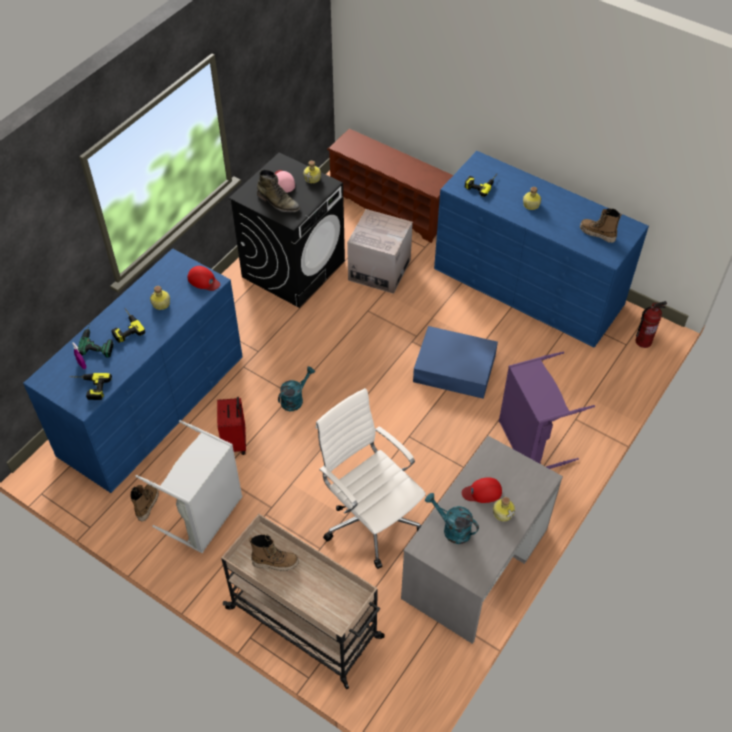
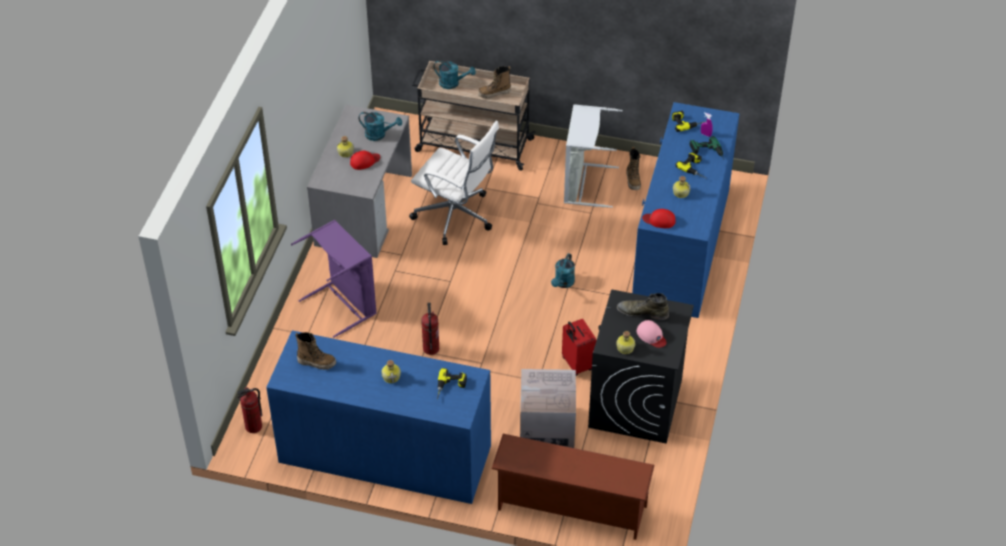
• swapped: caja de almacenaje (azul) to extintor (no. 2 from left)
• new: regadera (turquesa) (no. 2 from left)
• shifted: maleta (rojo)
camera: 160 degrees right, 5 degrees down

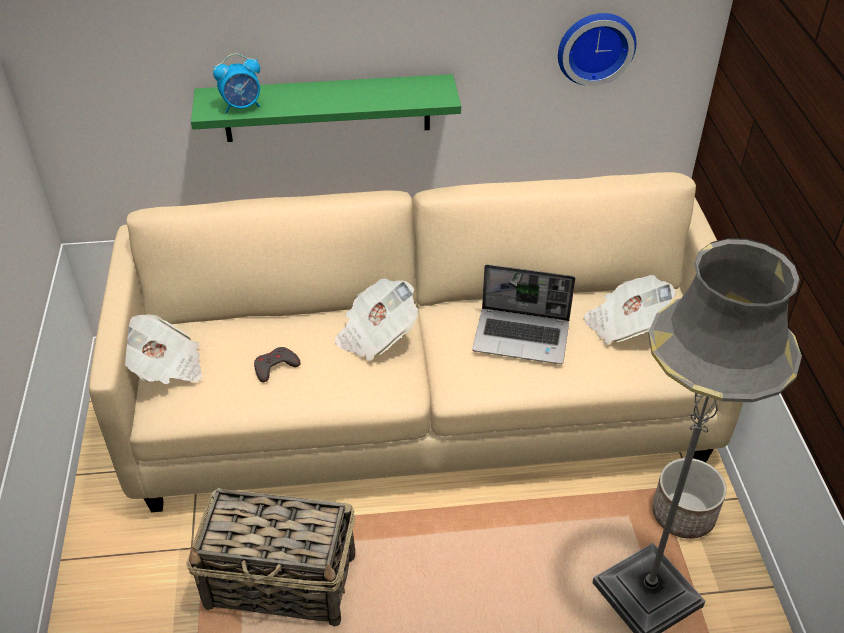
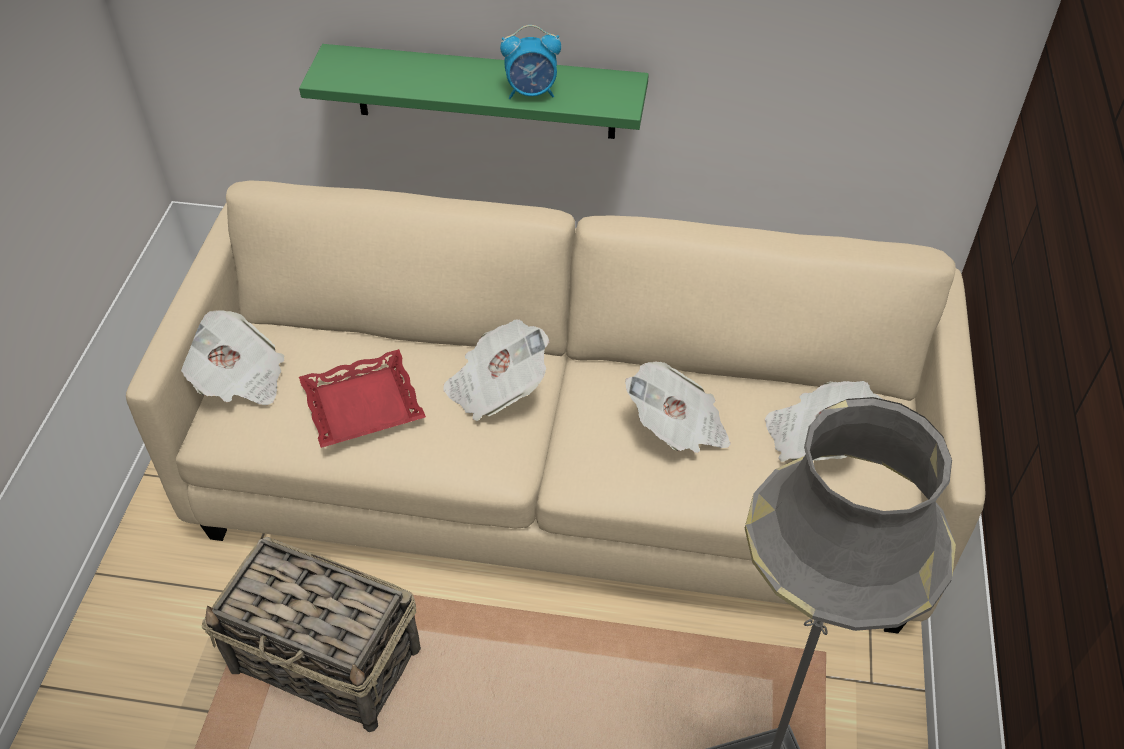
• swapped: mando de consola (gris) to bandeja (rojo)
• shifted: despertador
• swapped: portátil to periódico (no. 3 from left)
• gone: reloj de pared
• gone: maceta
camera: 15 degrees right, 5 degrees up

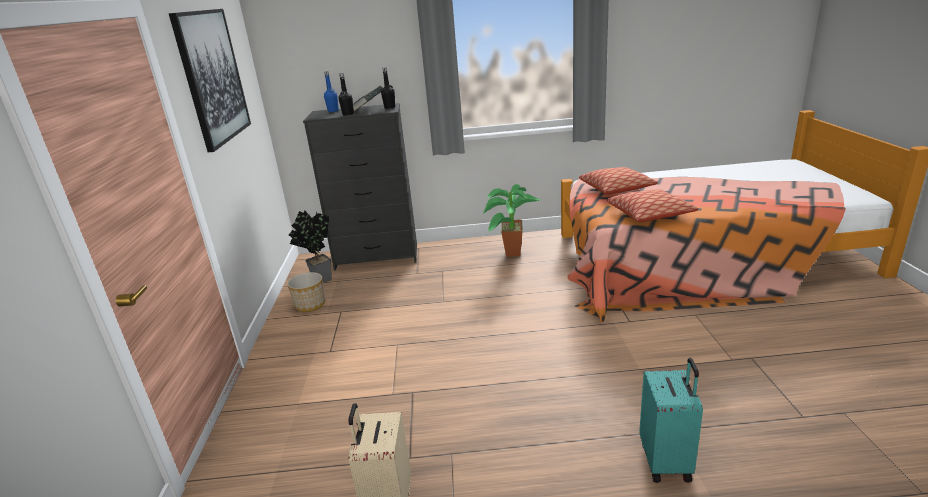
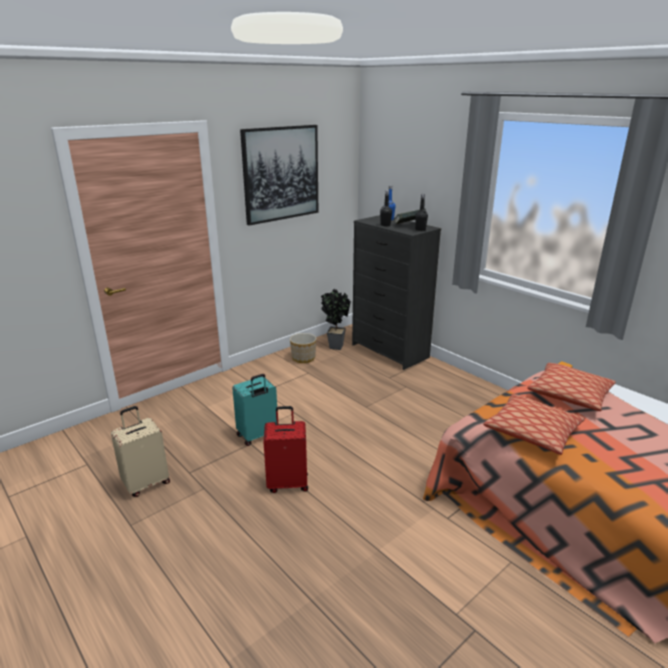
• shifted: maleta (turquesa)
• new: maleta (rojo)
• gone: planta en maceta (no. 2 from left)
camera: 50 degrees right, 0 degrees up

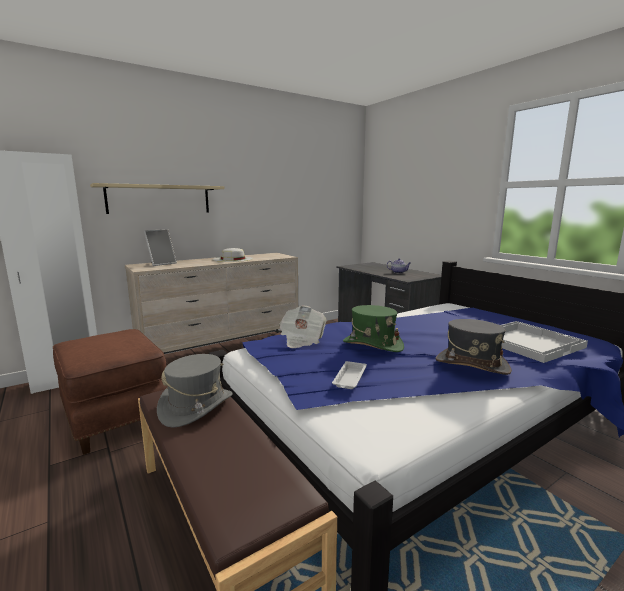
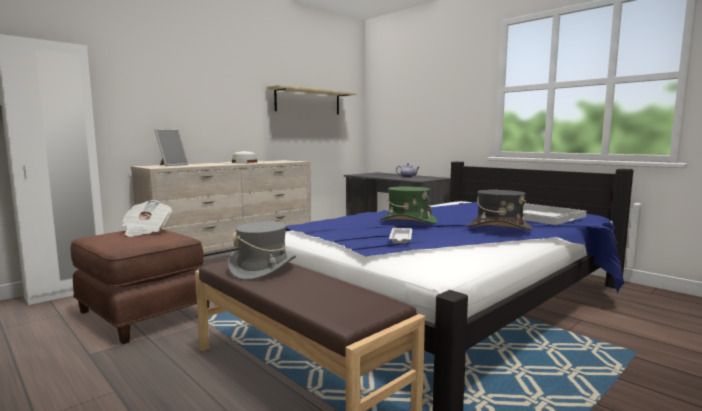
• shifted: periódico
• shifted: estante (beis)
camera: 10 degrees left, 5 degrees down

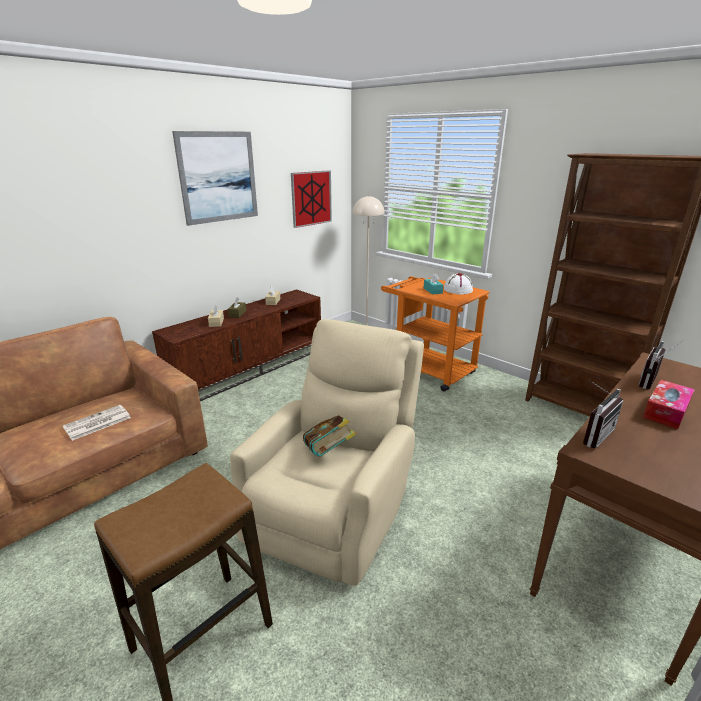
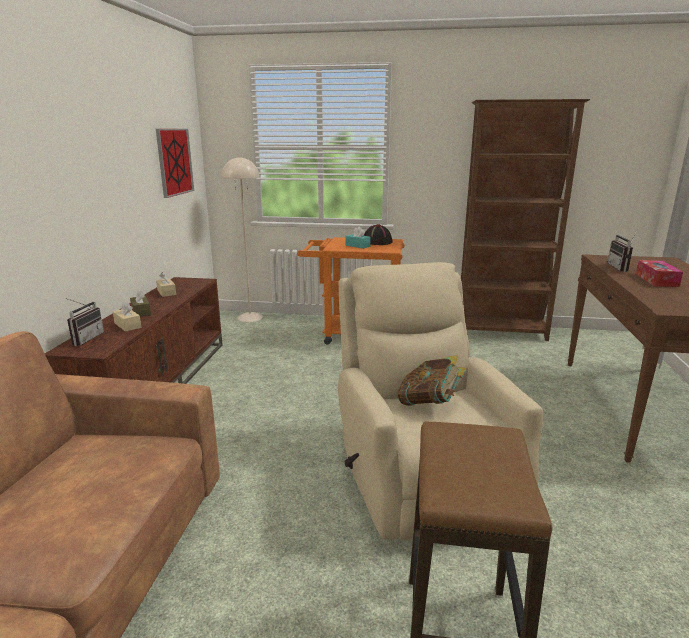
• shifted: radio (no. 1 from left)
• repainted: sombrero (blanco) to sombrero (negro)
• gone: periódico
• gone: cuadro (no. 1 from left)
camera: 35 degrees left, 5 degrees down

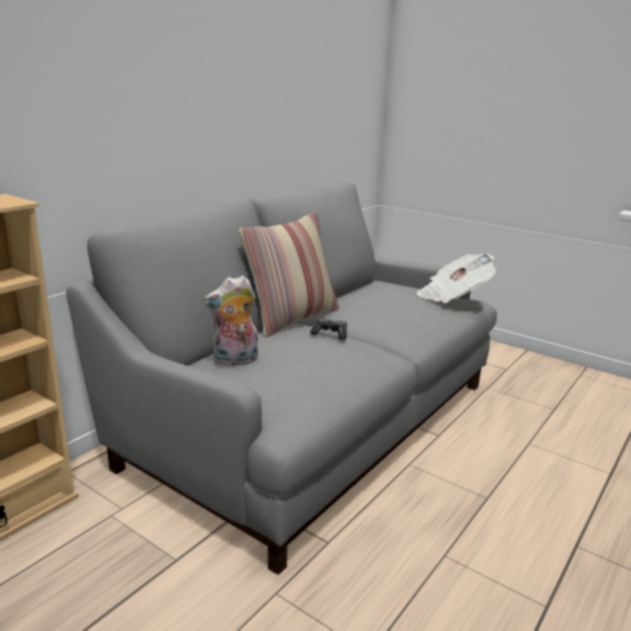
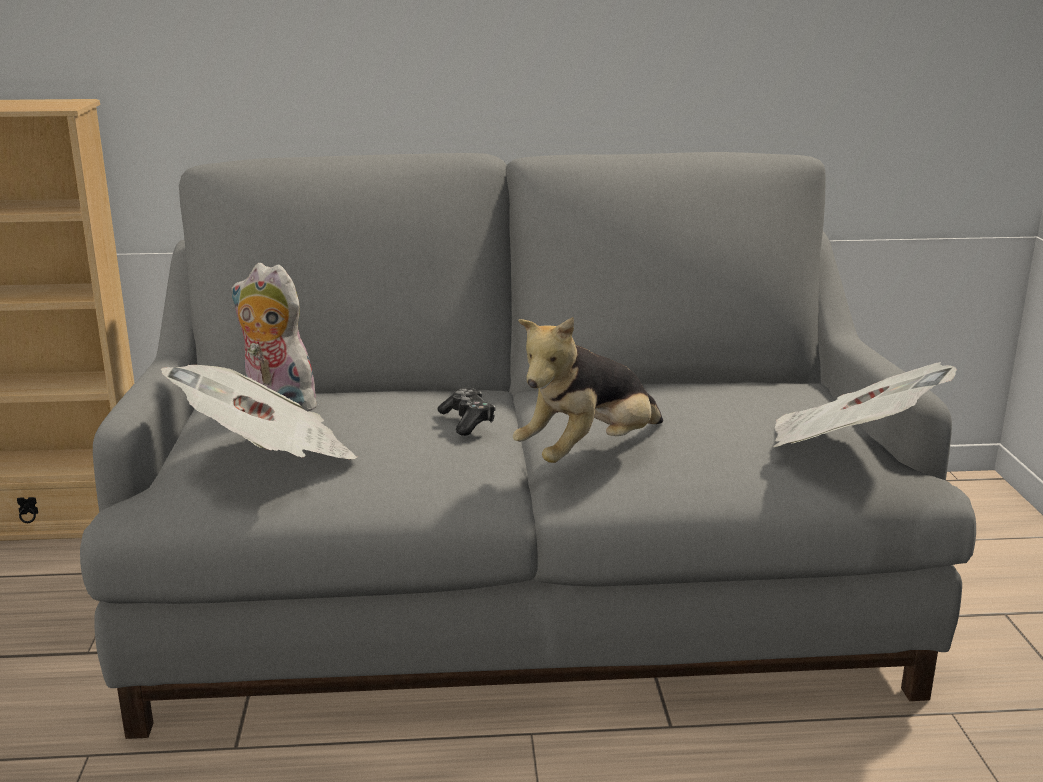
• new: periódico (no. 1 from left)
• new: peluche (no. 2 from left)
• gone: cojín
camera: 50 degrees right, 0 degrees up

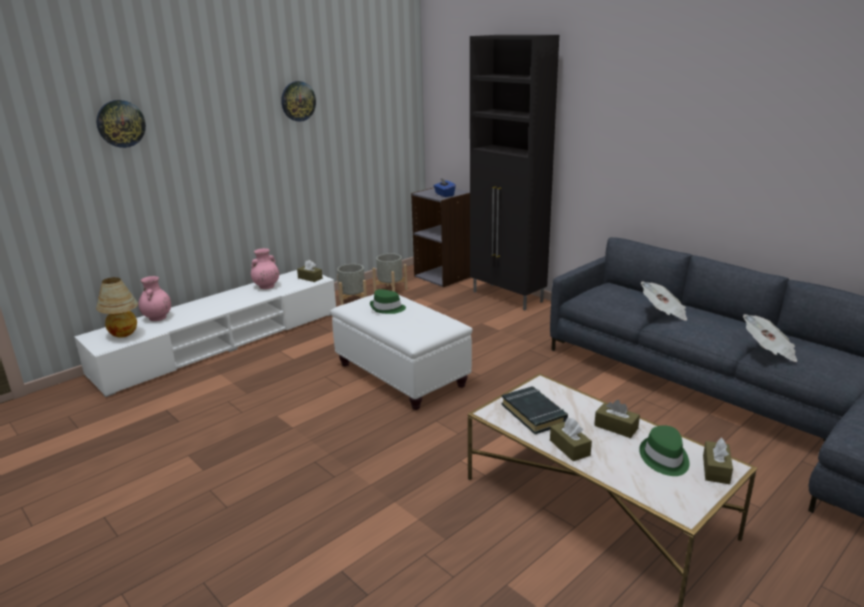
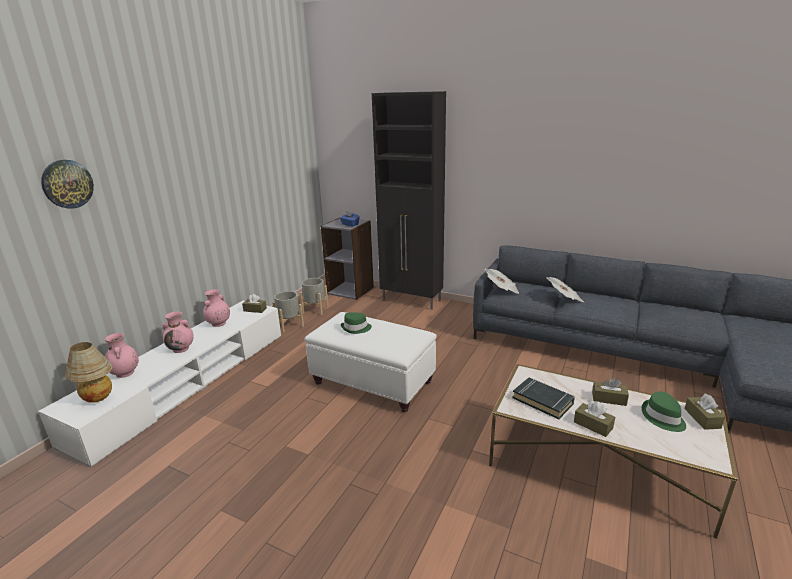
• new: florero (rosa) (no. 2 from left)
• shifted: periódico (no. 2 from left in the first image) to periódico (no. 1 from left)
• gone: reloj de pared (no. 2 from left)
camera: 20 degrees left, 0 degrees up

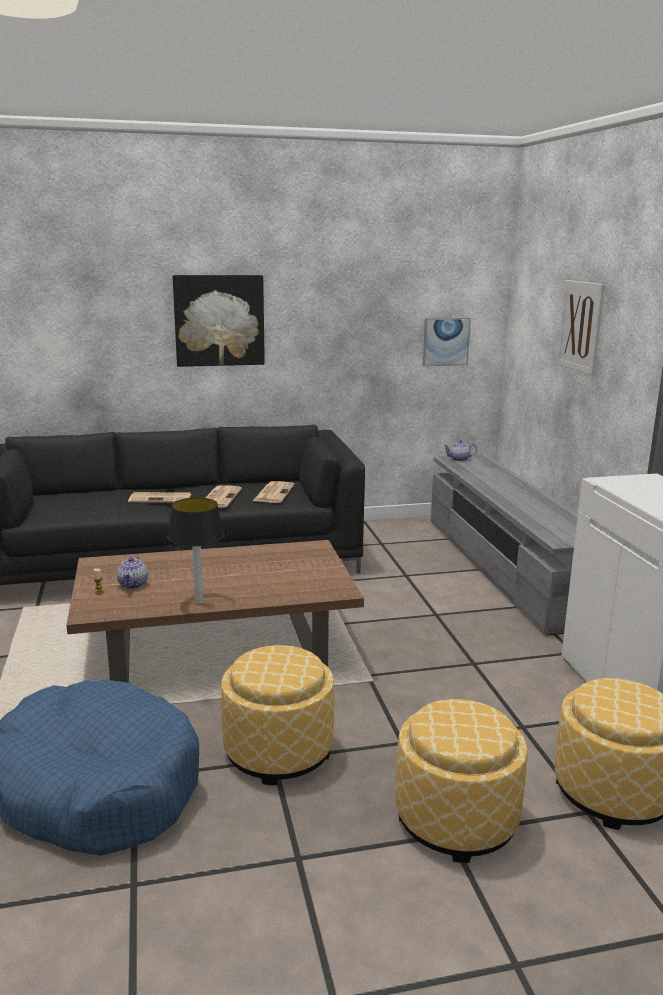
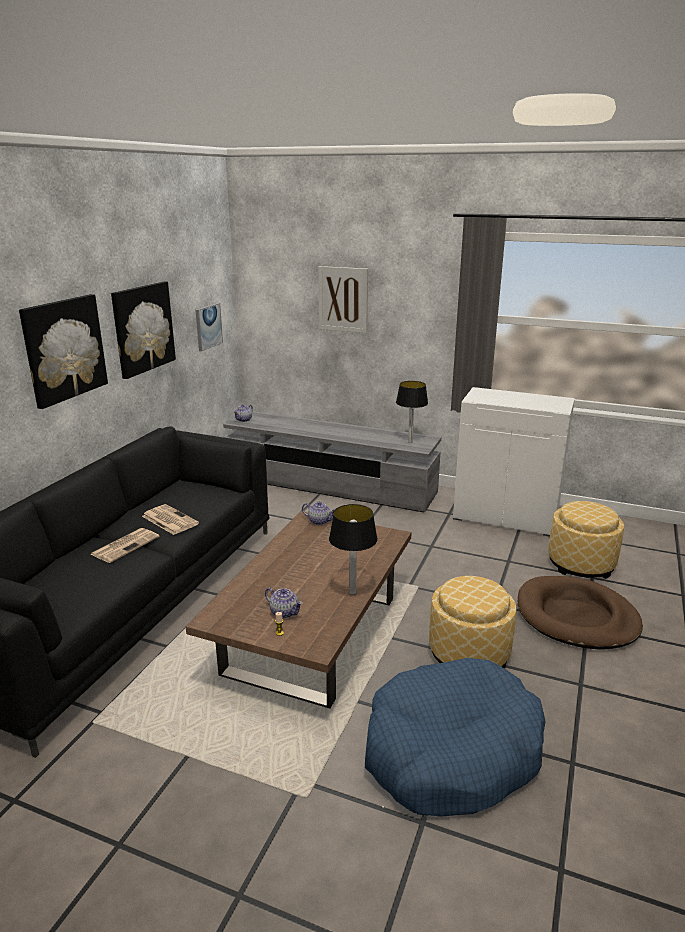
• new: cuadro (no. 2 from left)
• new: tetera (no. 3 from left)
• new: lámpara de mesa (no. 2 from left)
• swapped: puf (no. 2 from left) to cama para perro (marrón)
• gone: periódico (no. 3 from left)
camera: 55 degrees left, 5 degrees up

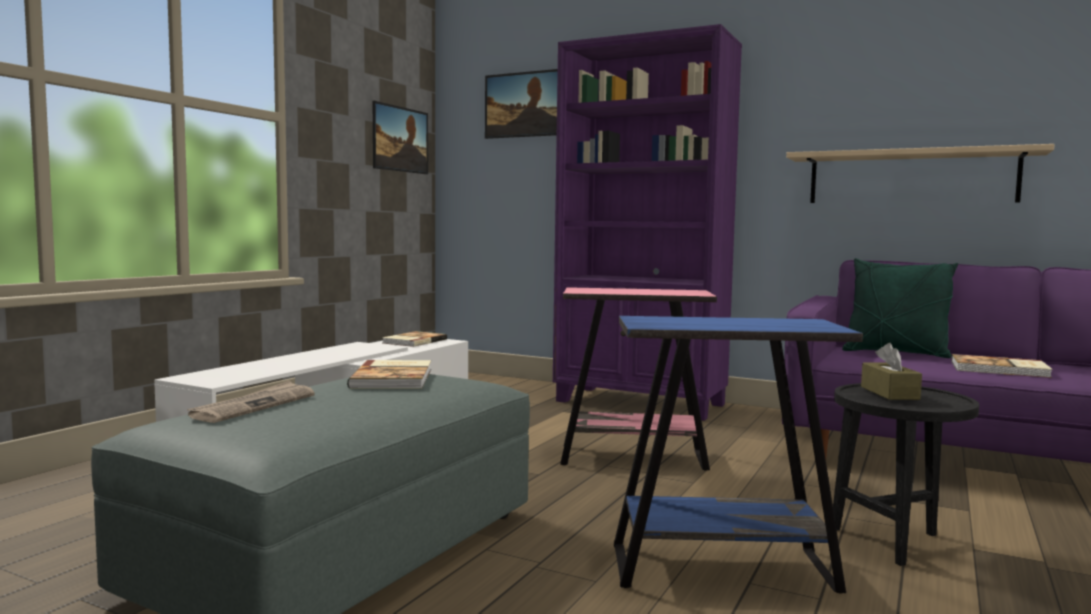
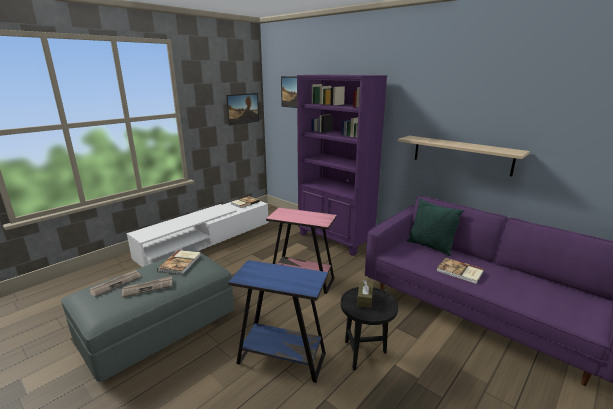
• new: periódico (no. 2 from left)
camera: 15 degrees right, 15 degrees up

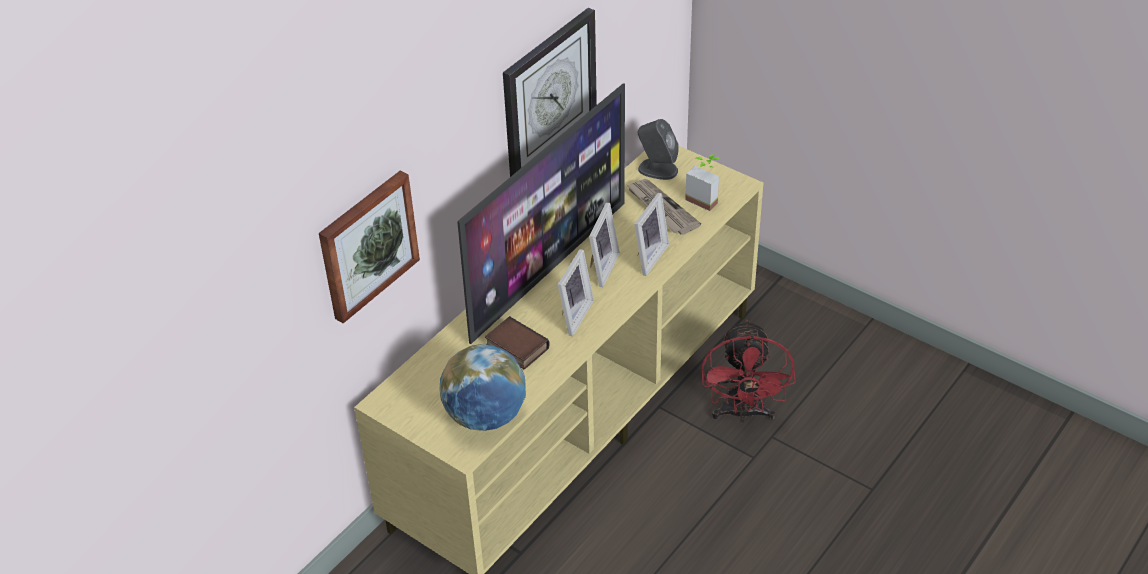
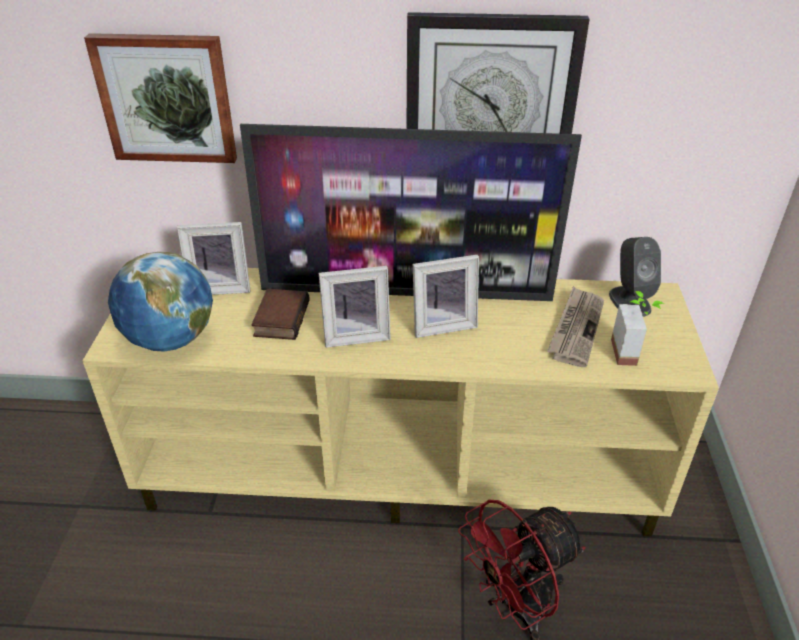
• shifted: portarretratos (no. 3 from left in the first image) to portarretratos (no. 1 from left)
camera: 55 degrees right, 5 degrees down

